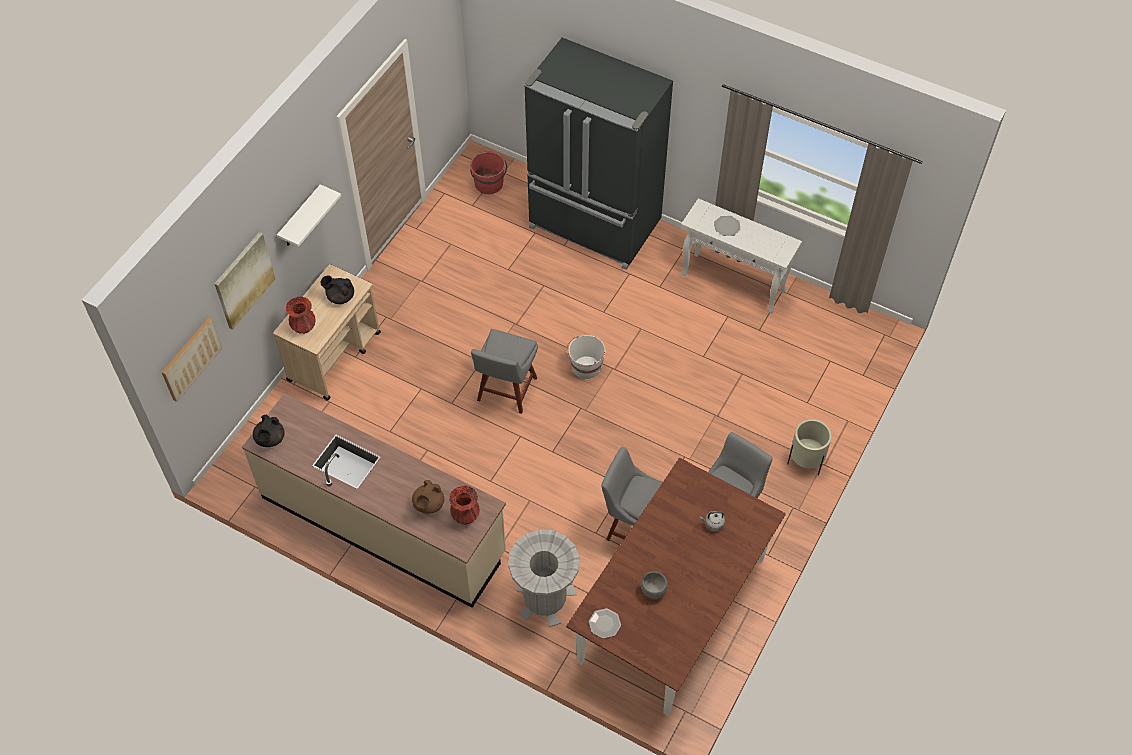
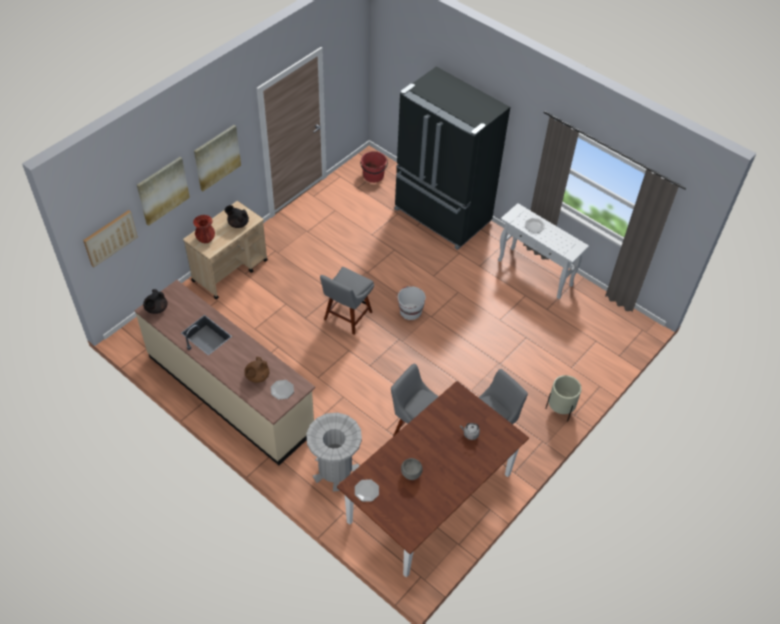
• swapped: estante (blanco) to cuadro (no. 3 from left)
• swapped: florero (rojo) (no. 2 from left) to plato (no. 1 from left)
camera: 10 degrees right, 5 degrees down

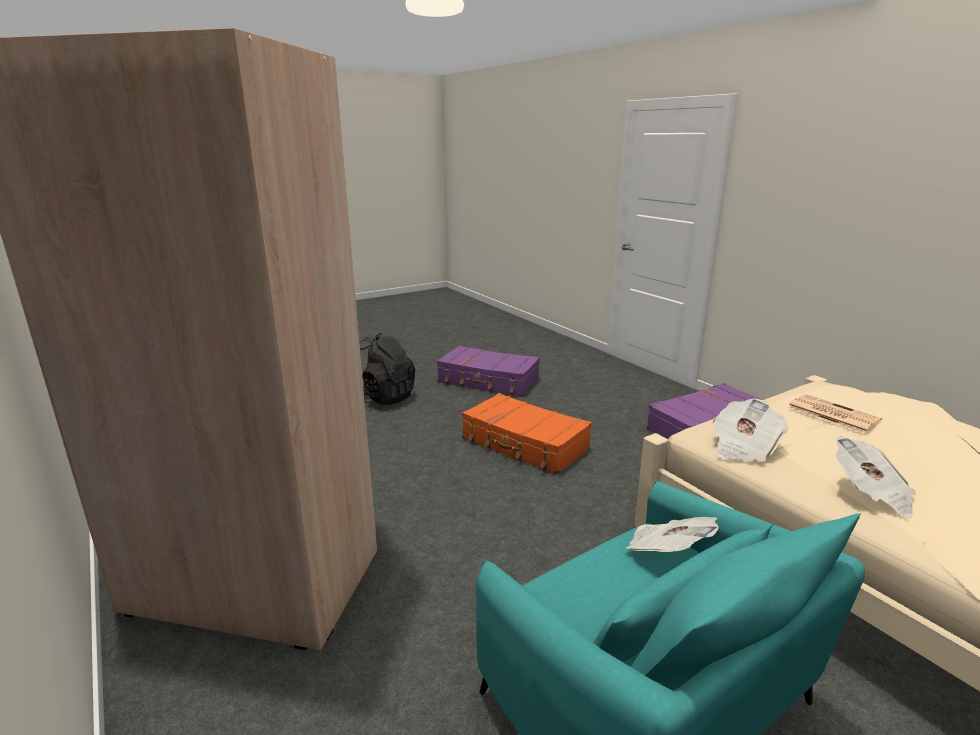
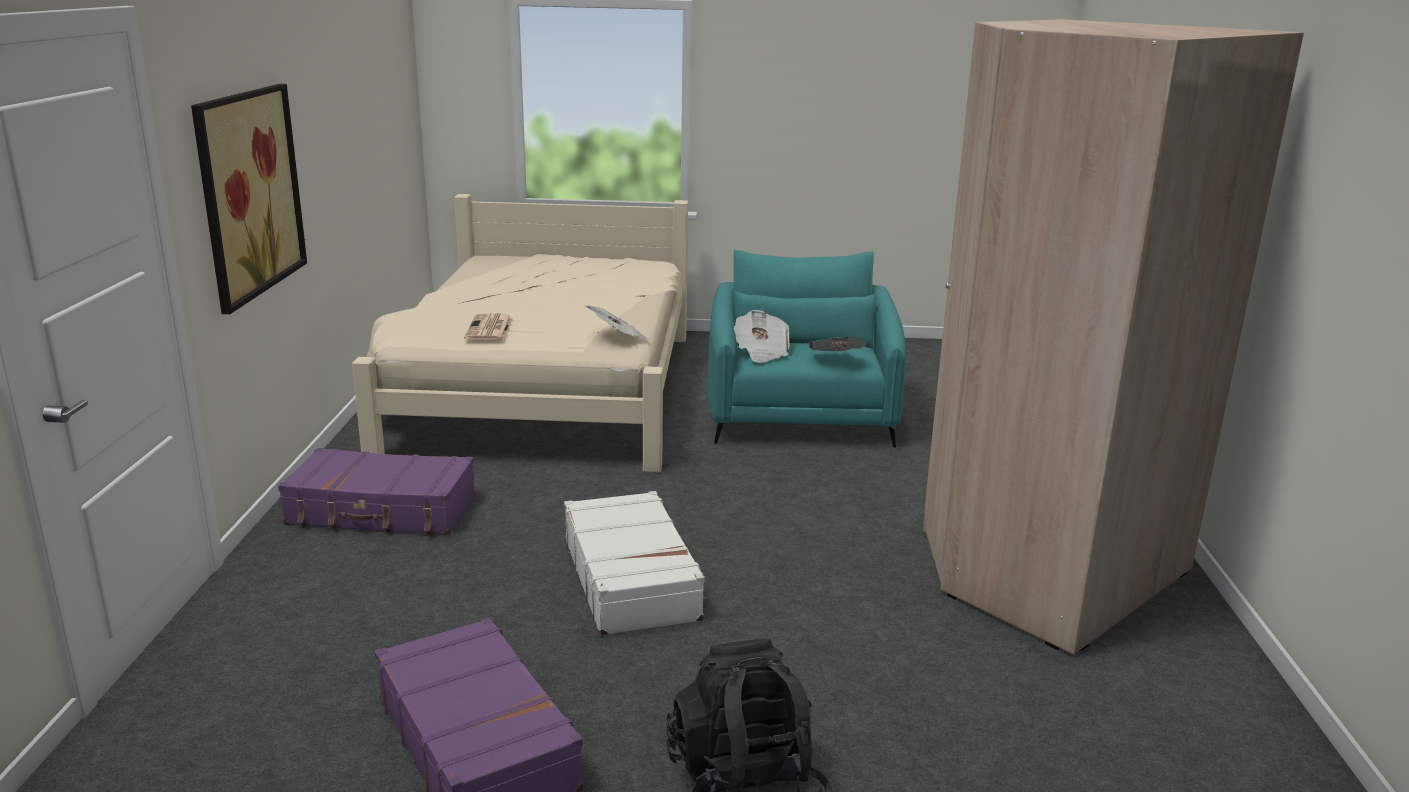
• new: cuadro
• repainted: maleta (naranja) to maleta (blanco)
• shifted: periódico (no. 4 from left)
camera: 145 degrees left, 0 degrees up

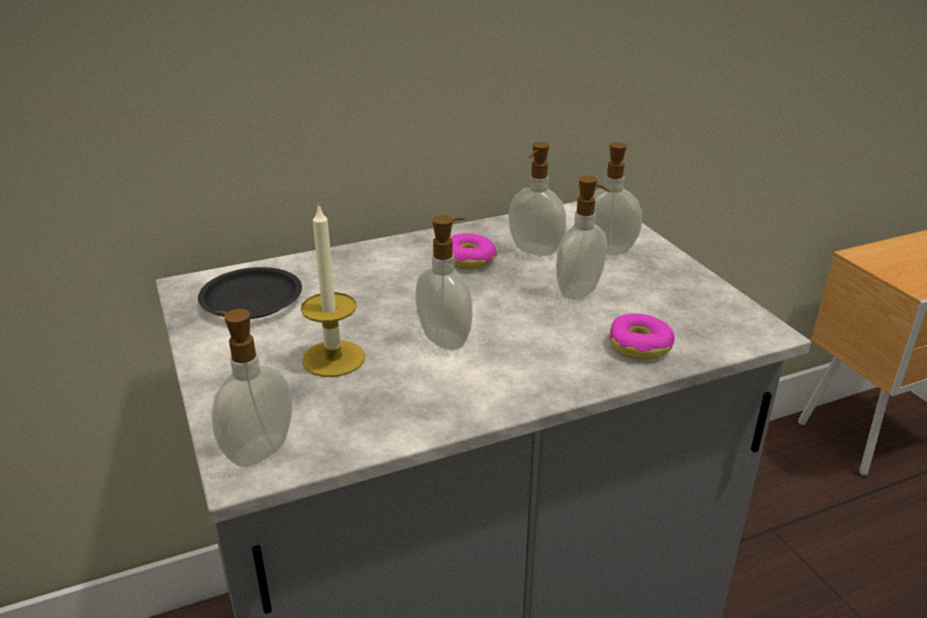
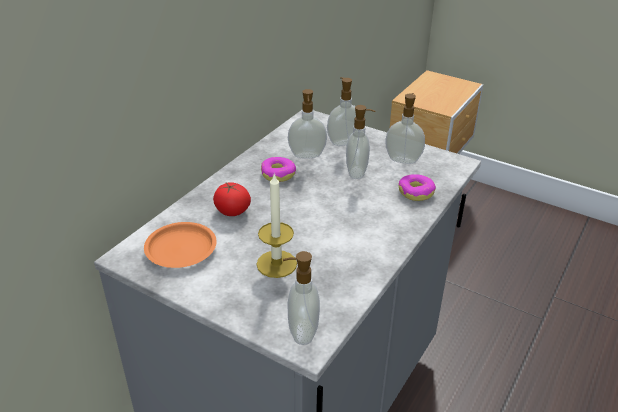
• repainted: plato (negro) to plato (naranja)
• new: tomate
• shifted: dispensador de jabón (no. 2 from left in the first image) to dispensador de jabón (no. 5 from left)
camera: 35 degrees left, 5 degrees up

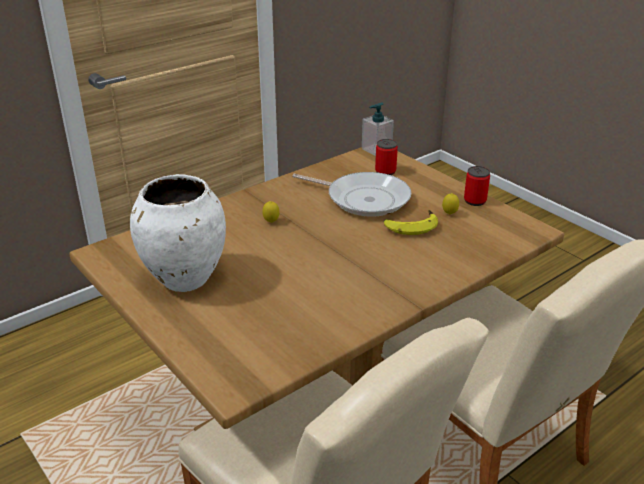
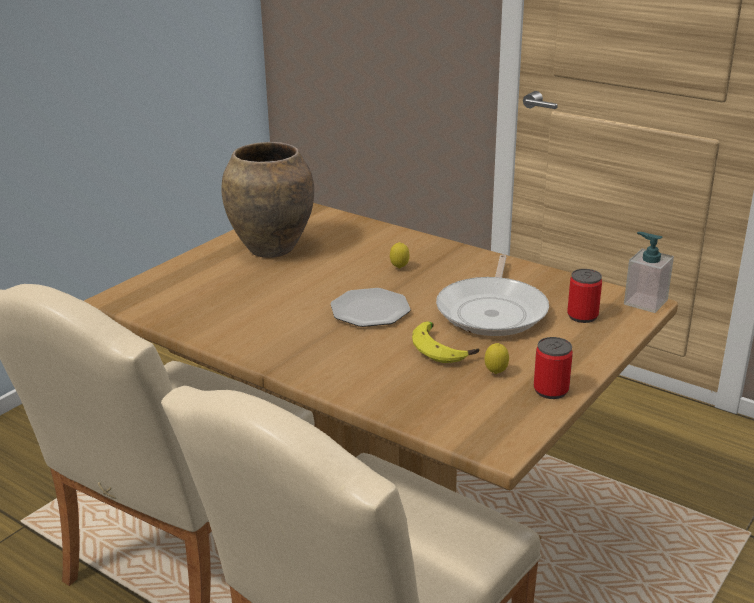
• repainted: florero (blanco) to florero (marrón)
• new: plato
camera: 75 degrees right, 5 degrees down

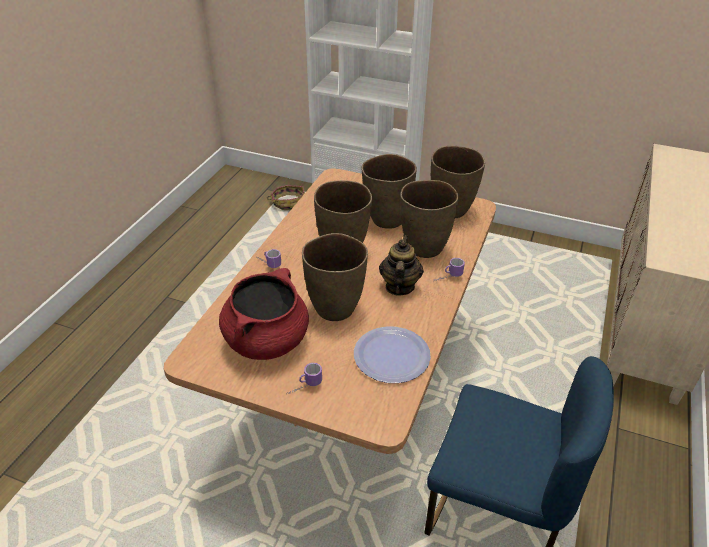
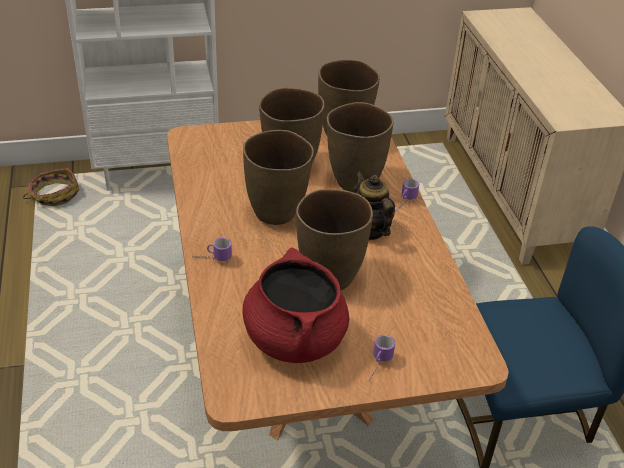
• gone: plato
camera: 35 degrees left, 0 degrees up

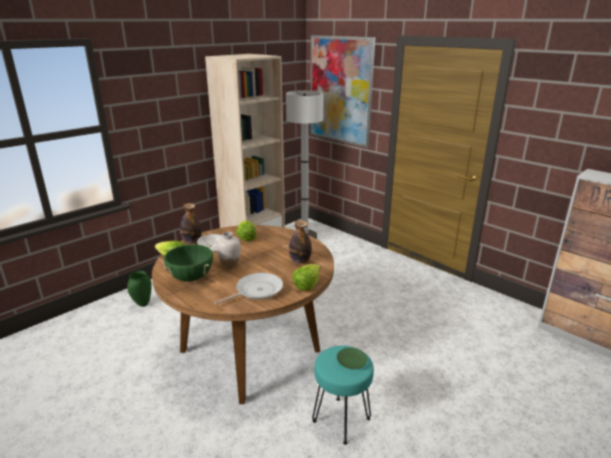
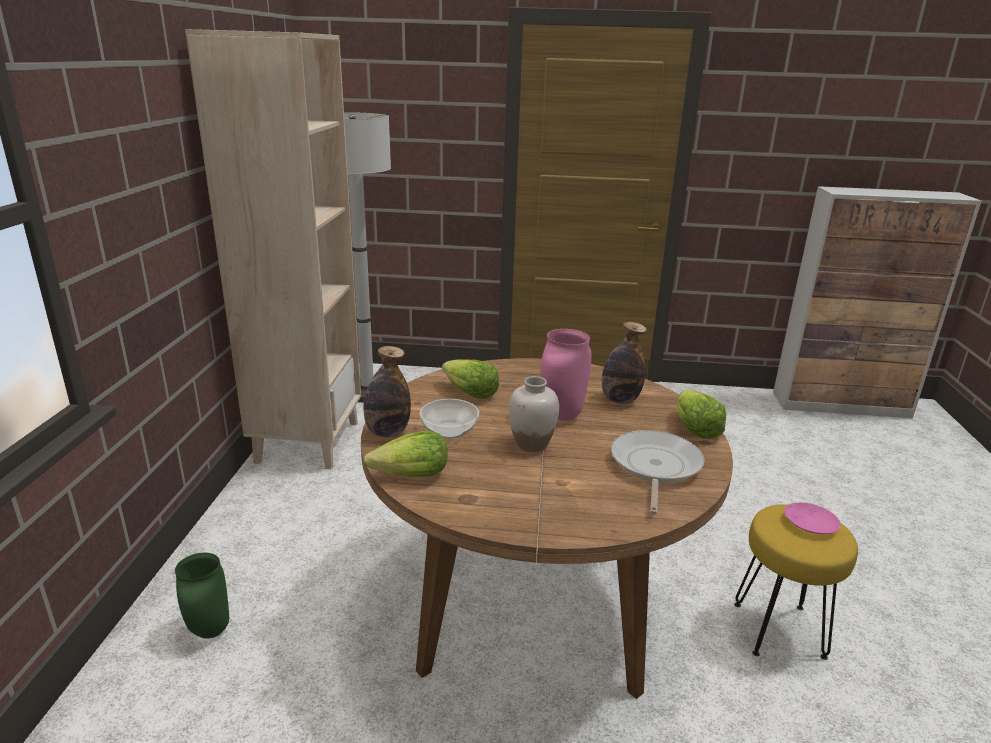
• new: florero (rosa)
• repainted: taburete (turquesa) to taburete (amarillo)
• repainted: plato (verde) to plato (rosa)
• gone: olla (verde)
• gone: cuadro
camera: 40 degrees left, 0 degrees up

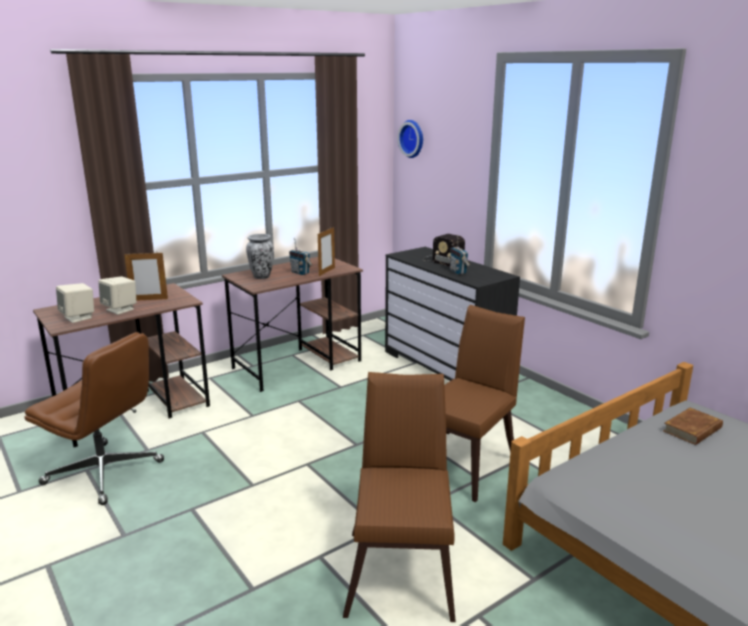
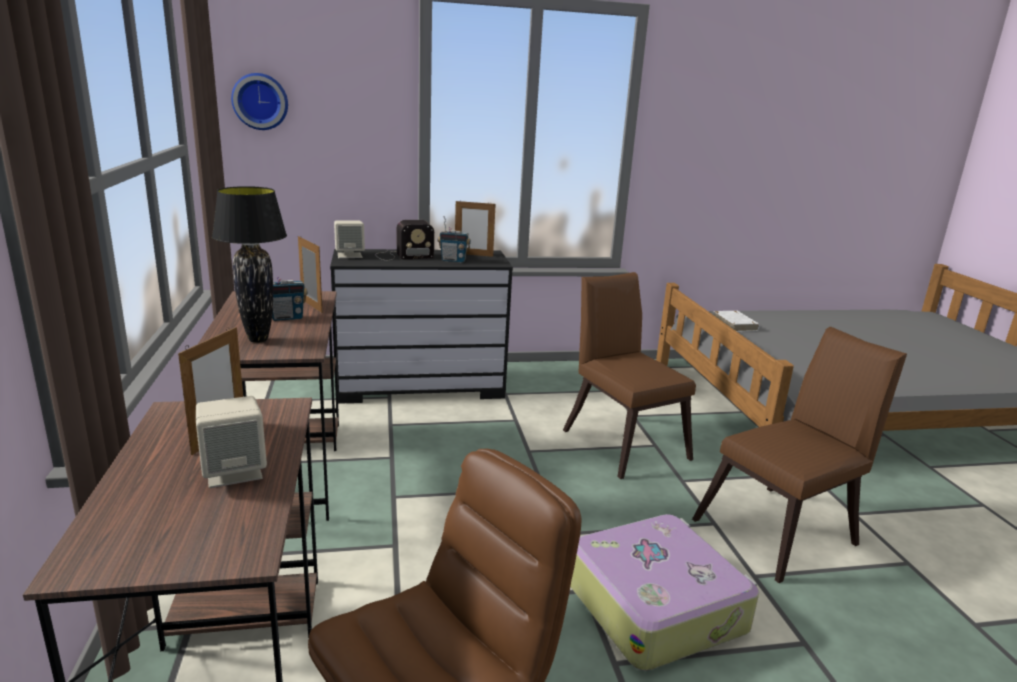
• swapped: florero to lámpara de mesa (negro)
• shifted: altavoz (beis) (no. 1 from left in the first image) to altavoz (beis) (no. 2 from left)
• new: portarretratos (no. 3 from left)
• new: maleta
• rotated: silla (marrón) (no. 1 from left in the first image) 120 degrees clockwise
• repainted: libro (marrón) to libro (blanco)
camera: 65 degrees left, 0 degrees up

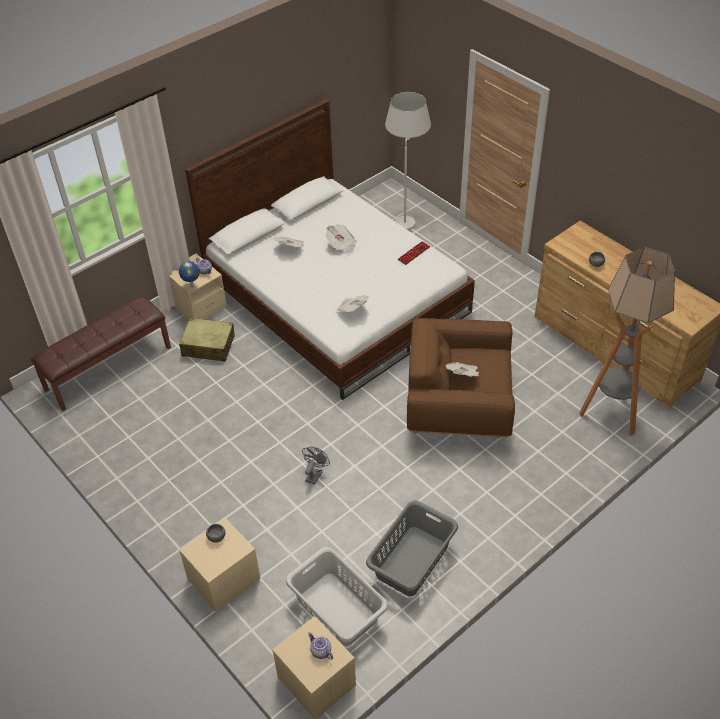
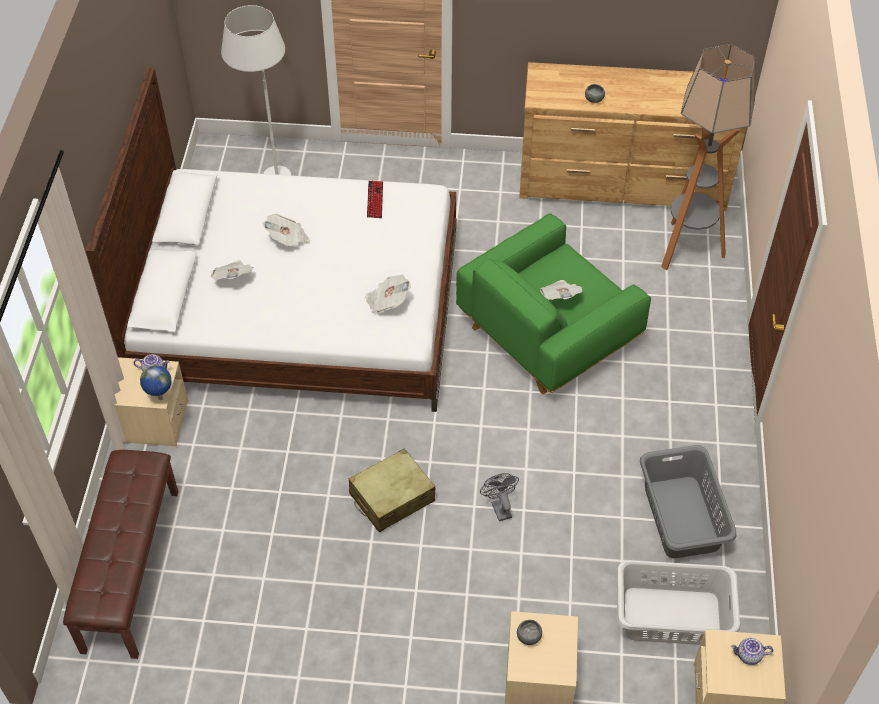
• shifted: maleta (beis)
• repainted: sillón (marrón) to sillón (verde)
camera: 45 degrees left, 5 degrees up

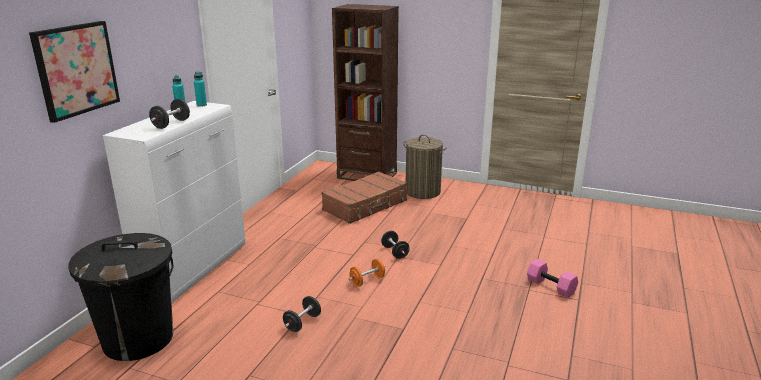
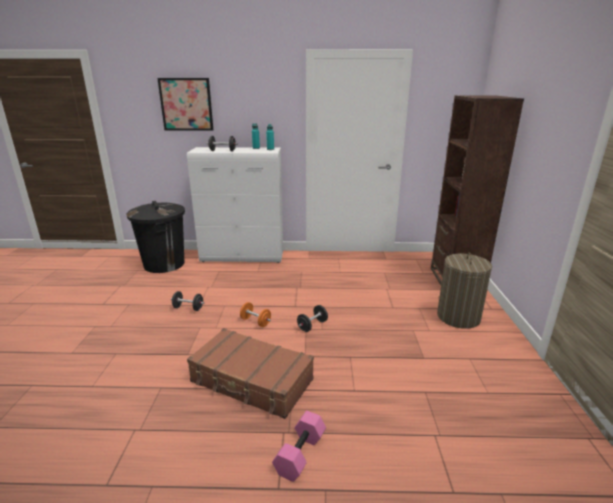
• shifted: maleta (marrón)
camera: 70 degrees right, 0 degrees up

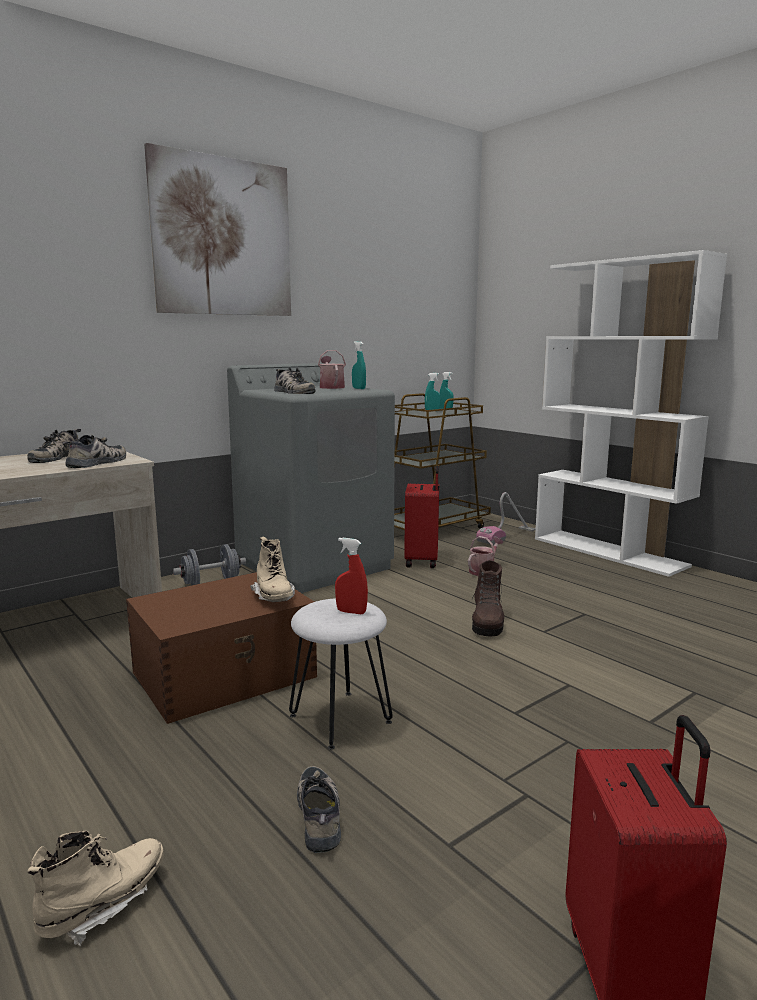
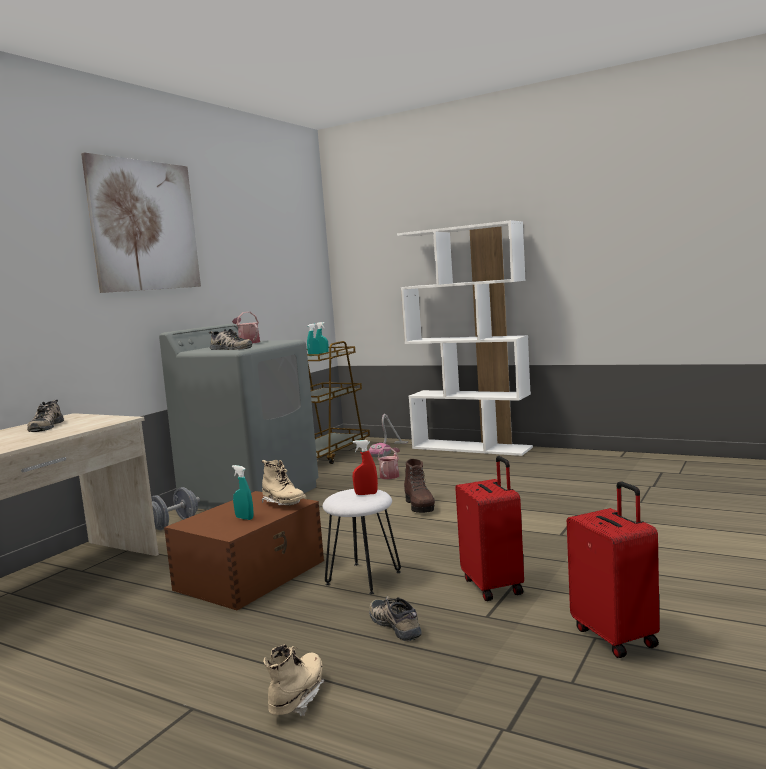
• shifted: pulverizador (turquesa) (no. 1 from left)
• shifted: maleta (rojo) (no. 1 from left)
• gone: zapato (no. 2 from left)
camera: 20 degrees left, 5 degrees down

